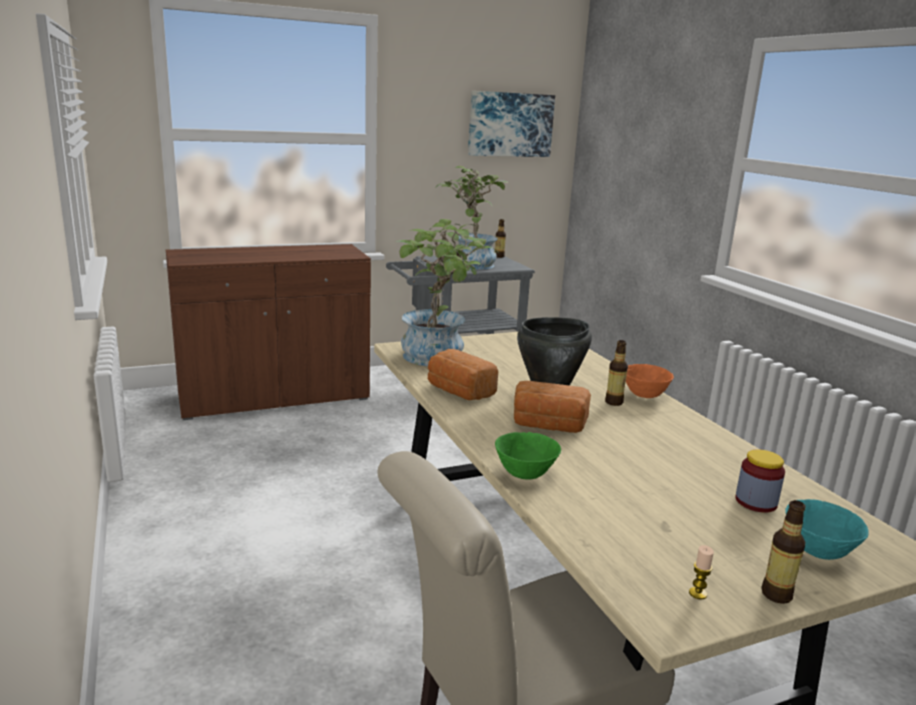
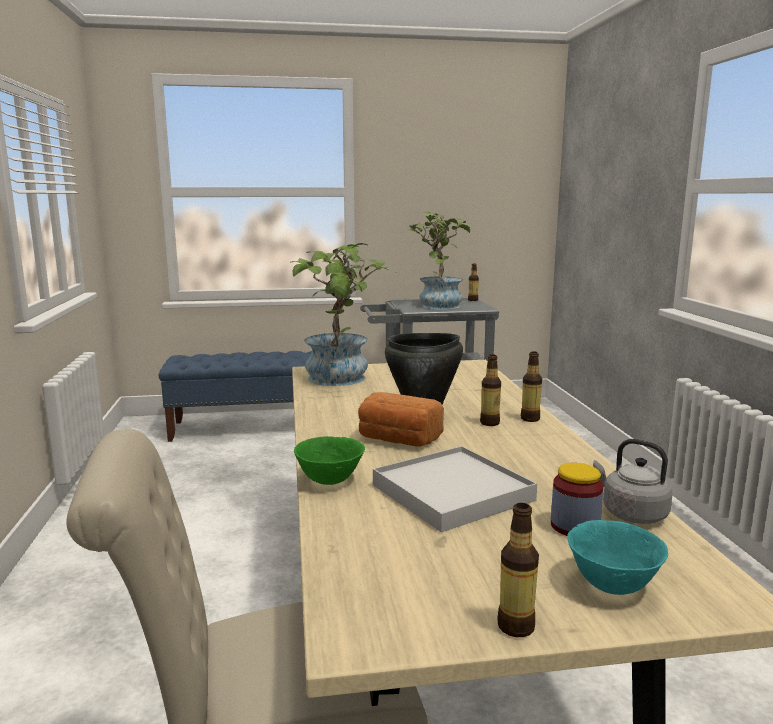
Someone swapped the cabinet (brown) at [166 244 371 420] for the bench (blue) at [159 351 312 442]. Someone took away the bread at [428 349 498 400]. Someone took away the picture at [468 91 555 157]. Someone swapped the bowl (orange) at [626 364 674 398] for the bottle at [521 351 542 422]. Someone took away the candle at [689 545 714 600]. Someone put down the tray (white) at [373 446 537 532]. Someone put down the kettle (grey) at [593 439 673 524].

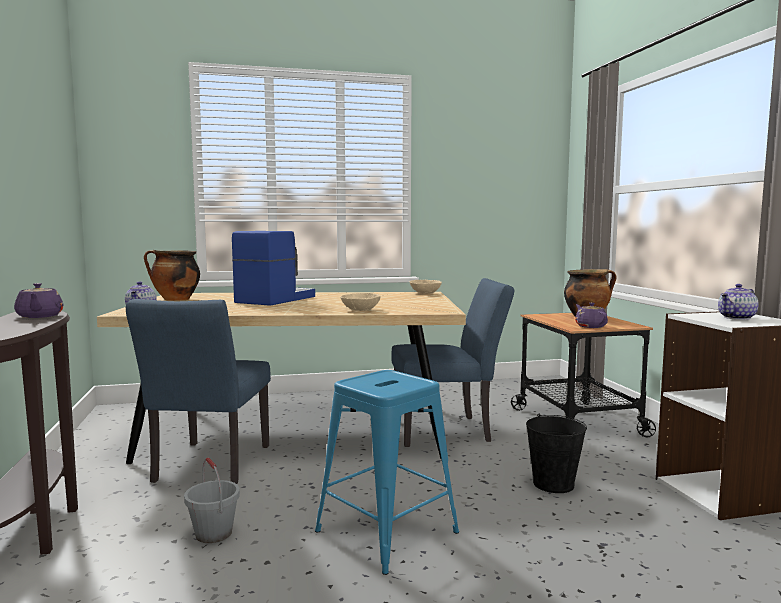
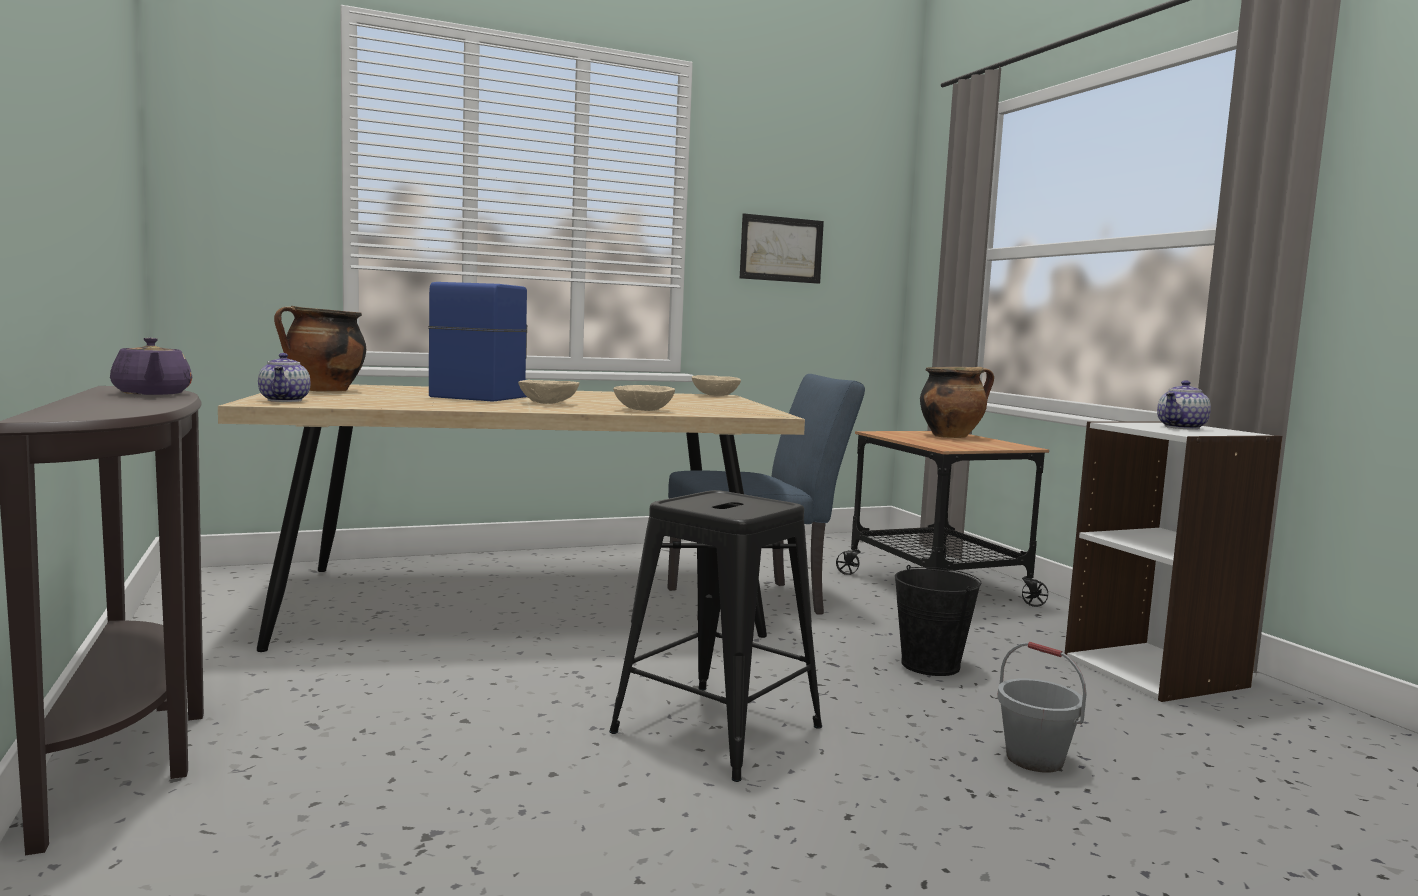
Someone took away the chair (blue) at [126 299 271 484]. Someone carried the bucket (grey) from [184 457 240 543] to [997 642 1087 773]. Someone repainted the stool (blue) at [315 370 459 575], which became the stool (black) at [609 490 822 782]. Someone took away the teapot (purple) at [575 303 608 328]. Someone put down the bowl (beige) at [518 380 579 404]. Someone put up the picture at [740 213 824 284].

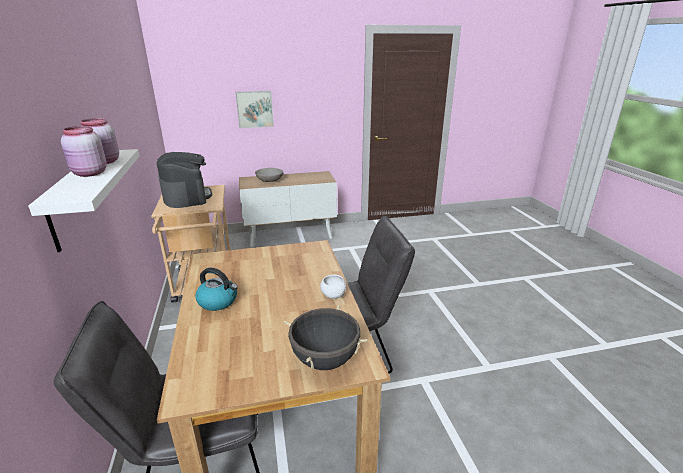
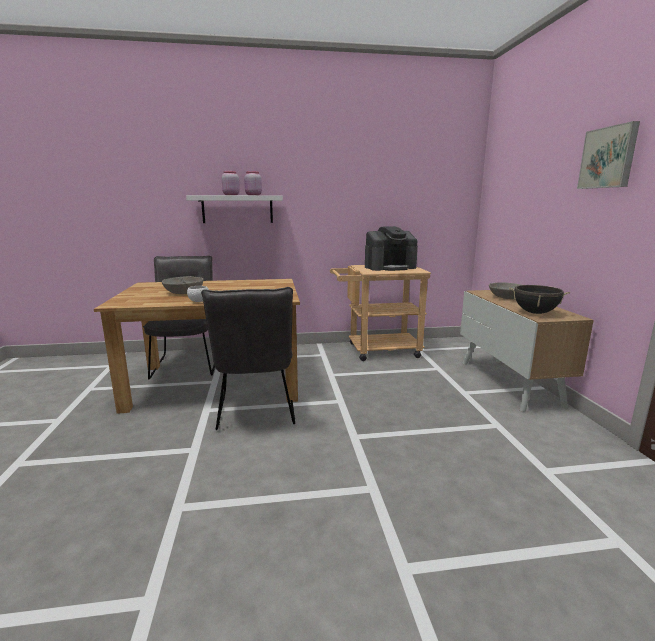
Someone took away the kettle at [195 268 238 311]. Someone carried the picture from [235 91 274 128] to [577 121 640 189]. Someone carried the cooking pot (black) from [284 305 368 370] to [509 285 570 314]. Someone put down the bowl (grey) at [162 276 203 294].

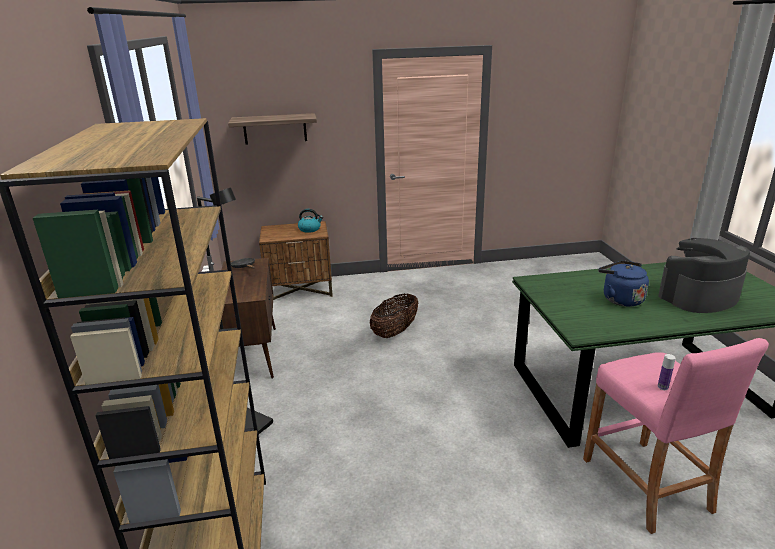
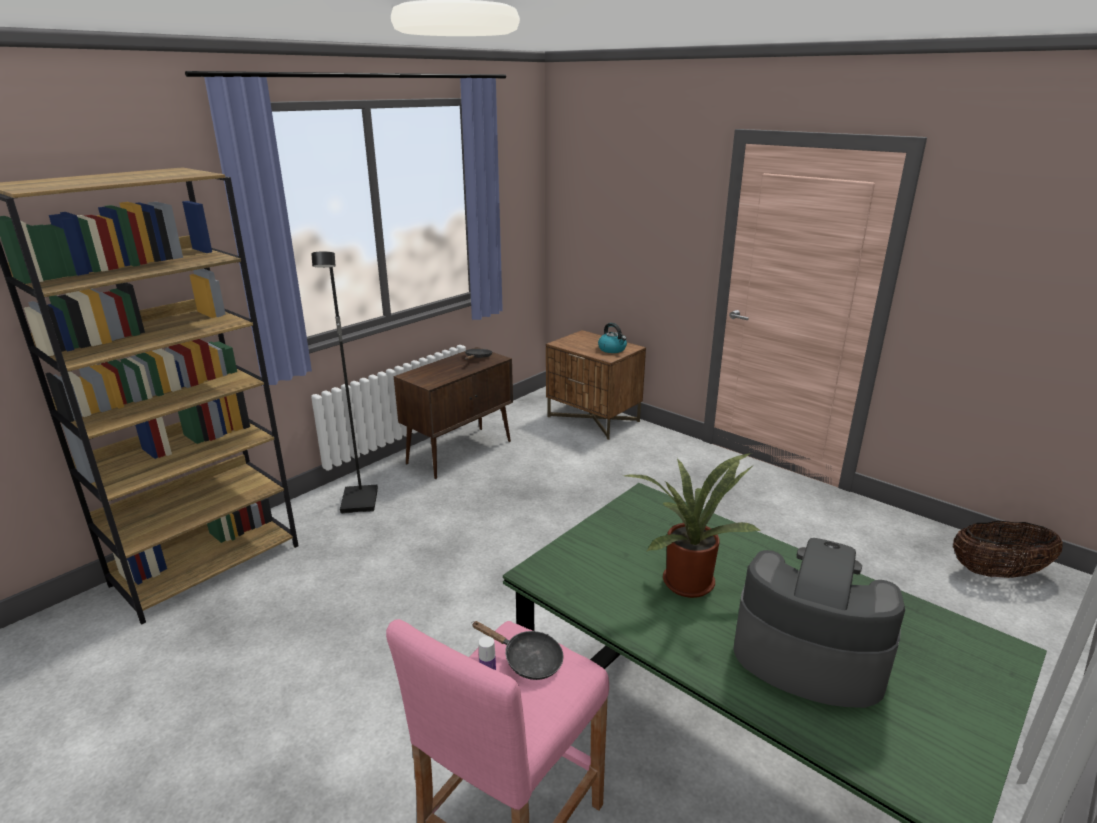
Someone took away the shelf at [228 113 317 145]. Someone carried the basket from [370 293 418 338] to [953 521 1063 578]. Someone swapped the kettle (blue) at [598 261 649 307] for the potted plant at [625 453 762 598]. Someone put down the frying pan (black) at [472 621 564 680].

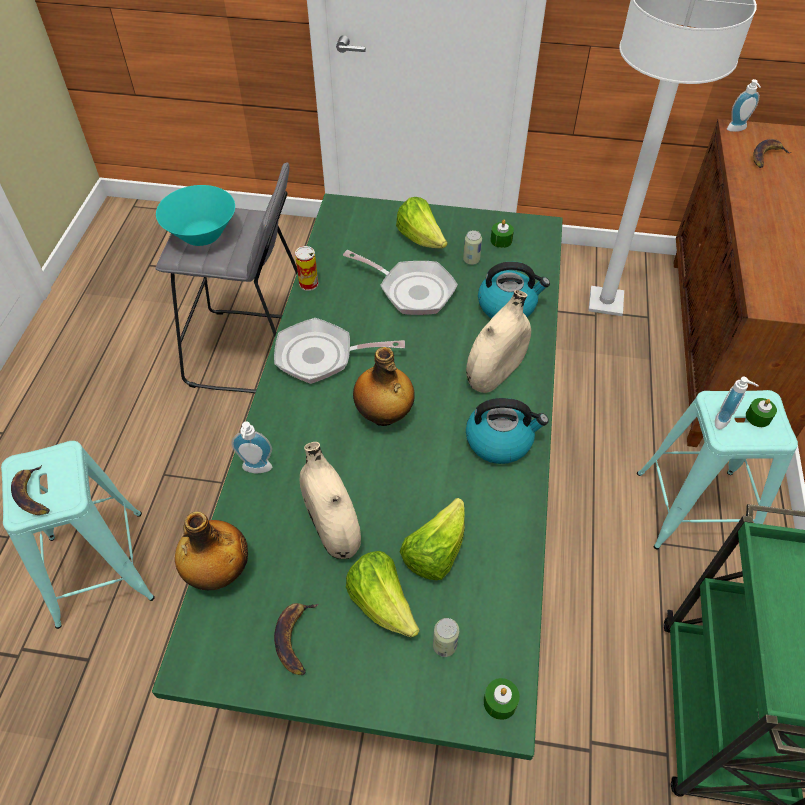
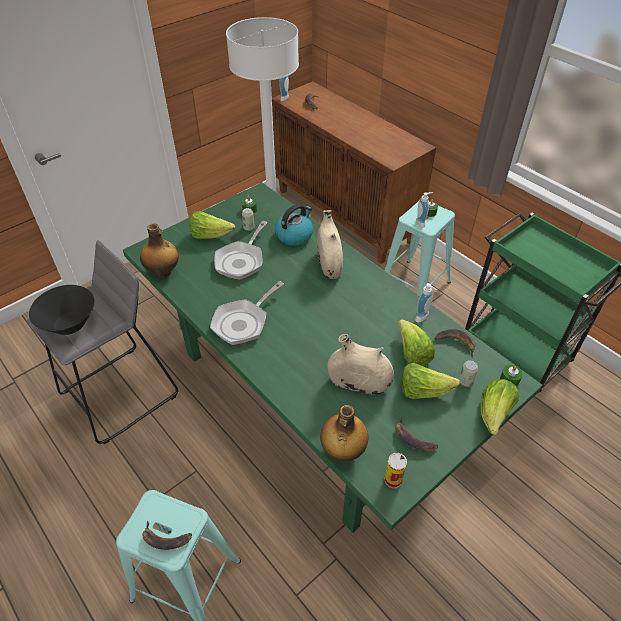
Someone repainted the bowl (turquoise) at [156 185 235 246], which became the bowl (black) at [29 285 95 335]. Someone carried the soap dispenser from [231 421 272 474] to [415 283 437 323]. Someone carried the can from [295 246 318 291] to [384 453 407 488]. Someone rotated the frying pan at [343 250 458 315] by 135 degrees clockwise. Someone carried the bottle from [353 347 415 426] to [140 224 179 278]. Someone took away the kettle at [466 398 549 464]. Someone put down the banana at [434 329 476 359]. Someone put down the lettuce at [481 379 519 435].

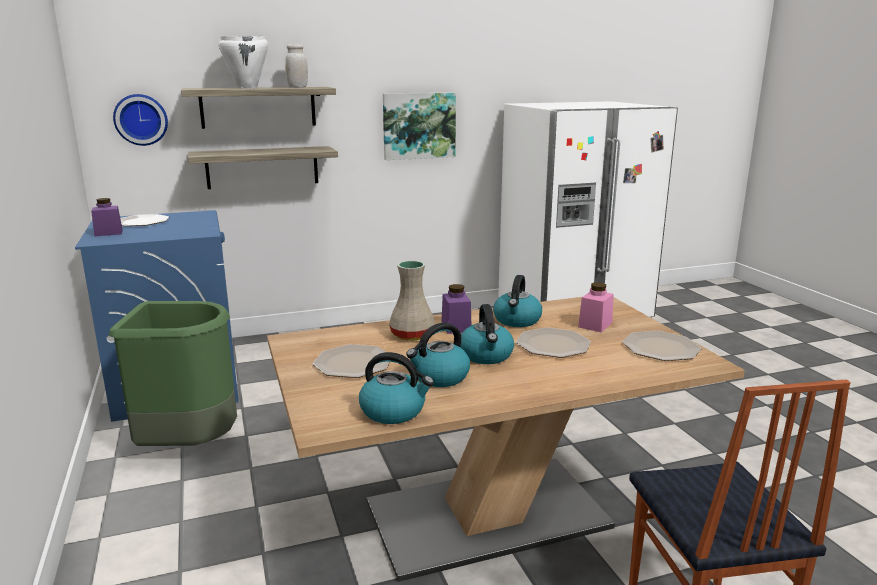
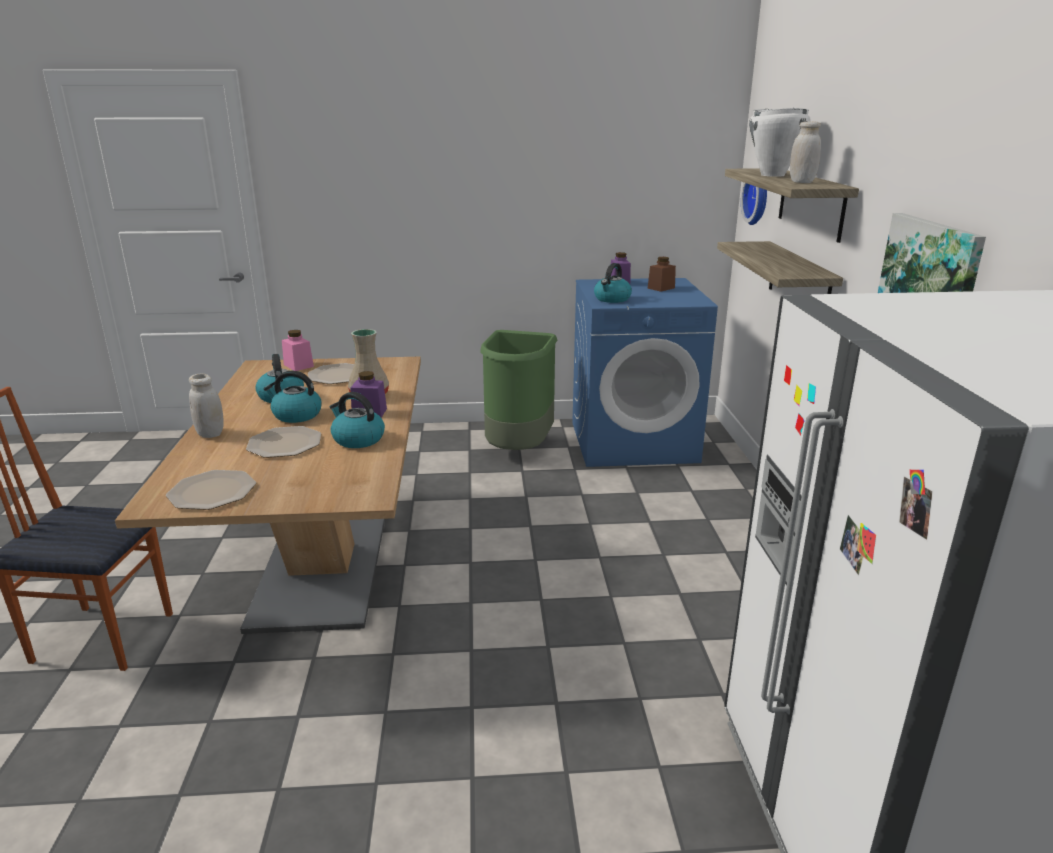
Someone swapped the plate at [120 214 169 226] for the jar (brown) at [648 257 676 292]. Someone carried the kettle from [359 352 434 424] to [594 263 632 303]. Someone carried the jar (pink) from [578 282 614 332] to [282 330 314 371]. Someone put down the jar (white) at [189 374 224 438].

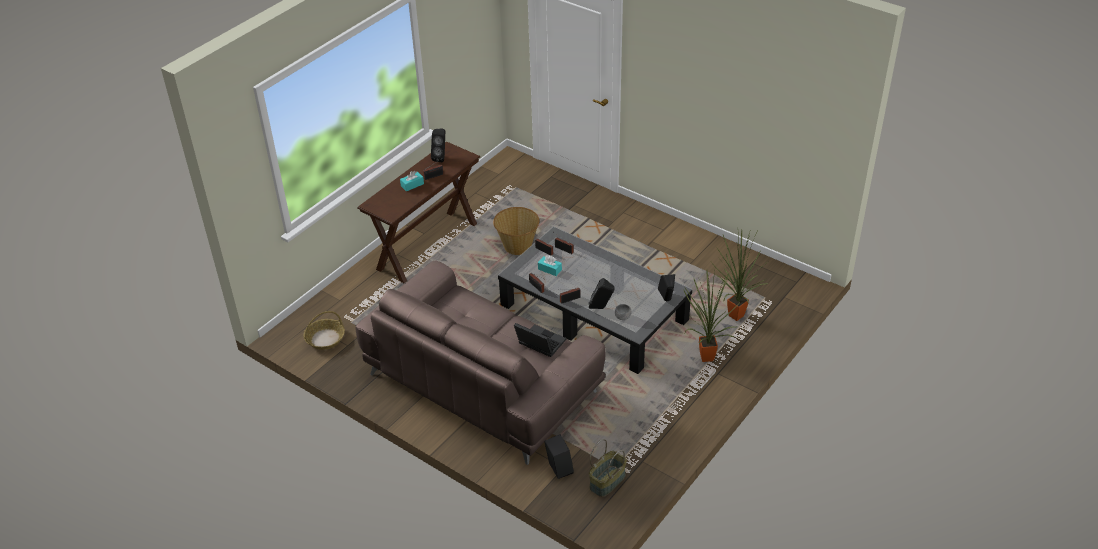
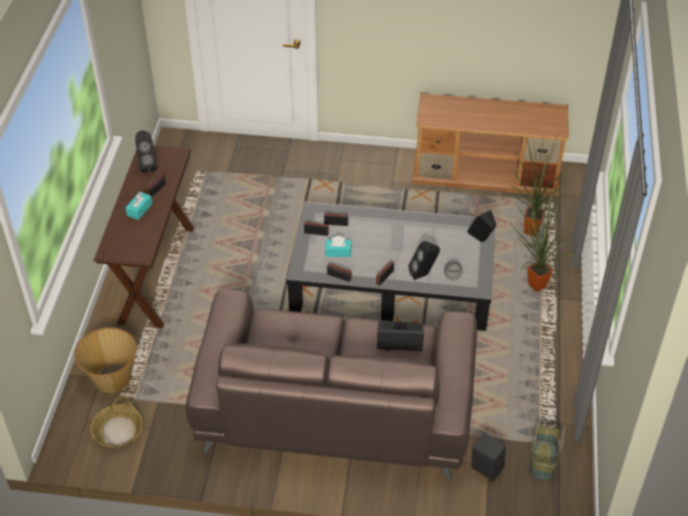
Someone carried the basket from [493 207 539 255] to [74 327 137 393]. Someone put down the tv stand (brown) at [412 93 568 197].

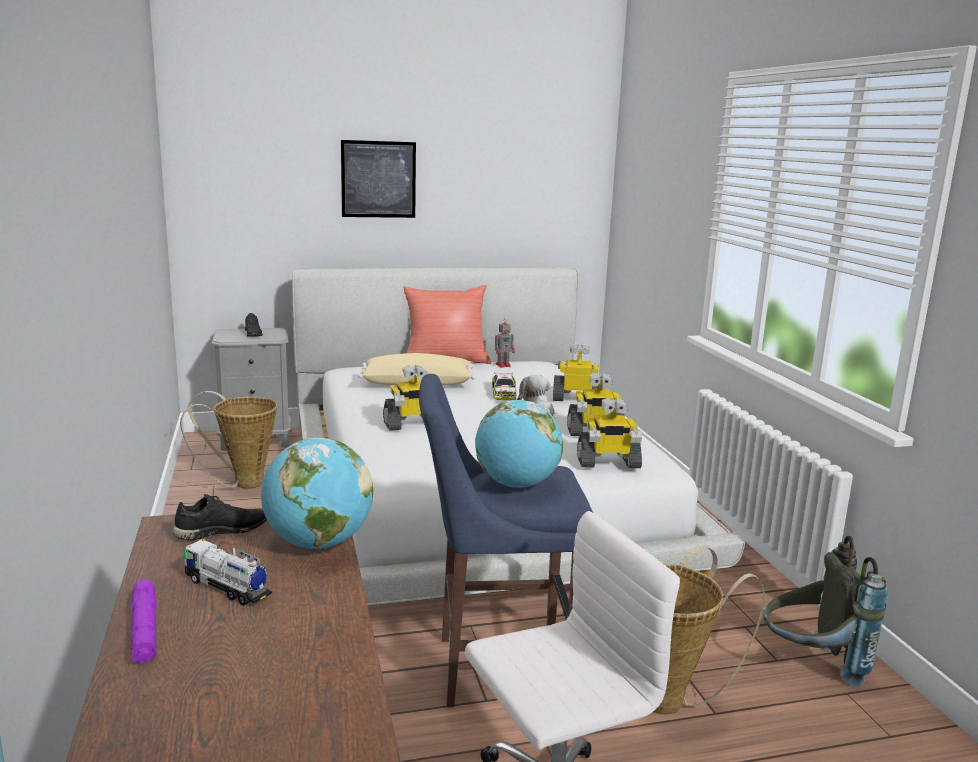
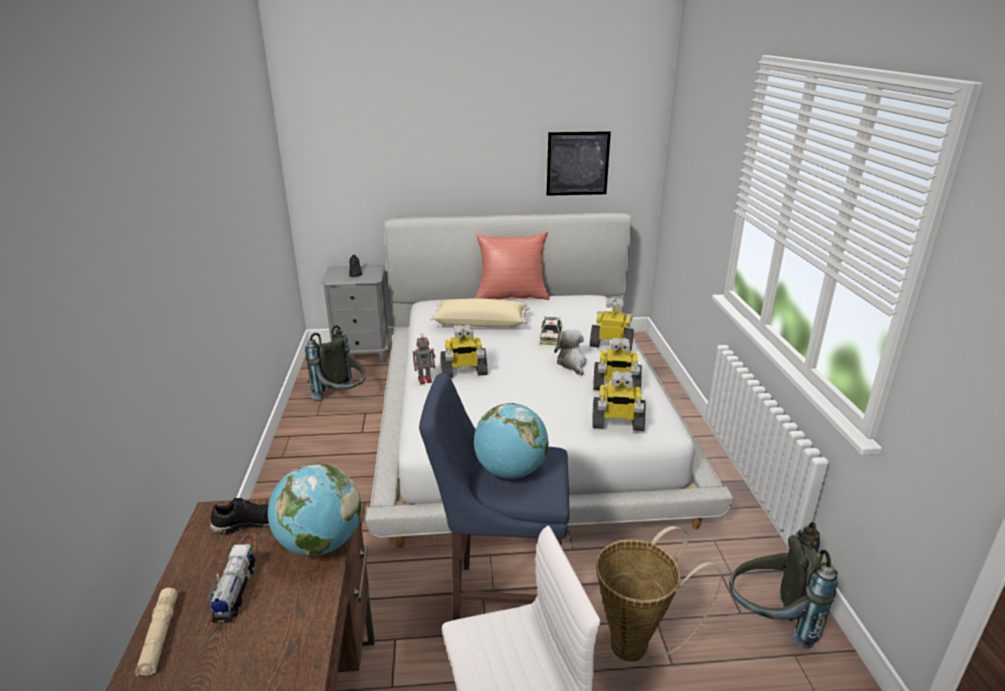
Someone repainted the flashlight (purple) at [131 580 157 663], which became the flashlight (beige) at [135 588 178 677]. Someone swapped the basket at [180 391 278 489] for the backpack (grey) at [305 325 366 400]. Someone rotated the toy truck at [183 539 272 606] by 45 degrees clockwise. Someone carried the picture from [341 140 416 218] to [547 131 611 196]. Someone carried the toy robot from [495 318 515 368] to [413 333 435 384].

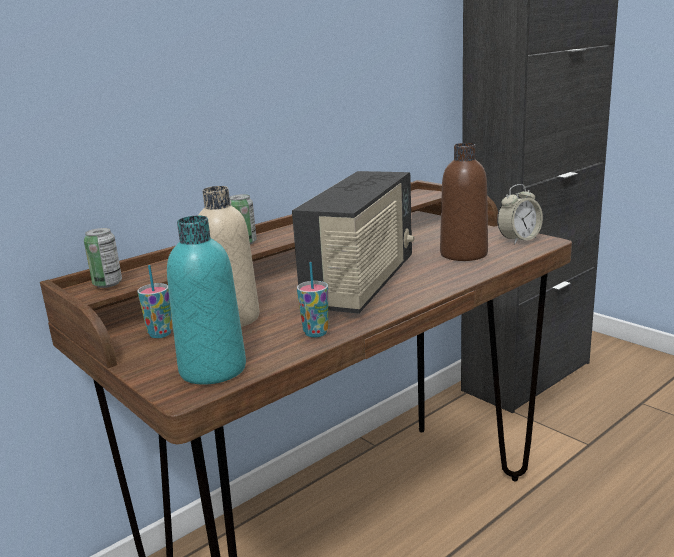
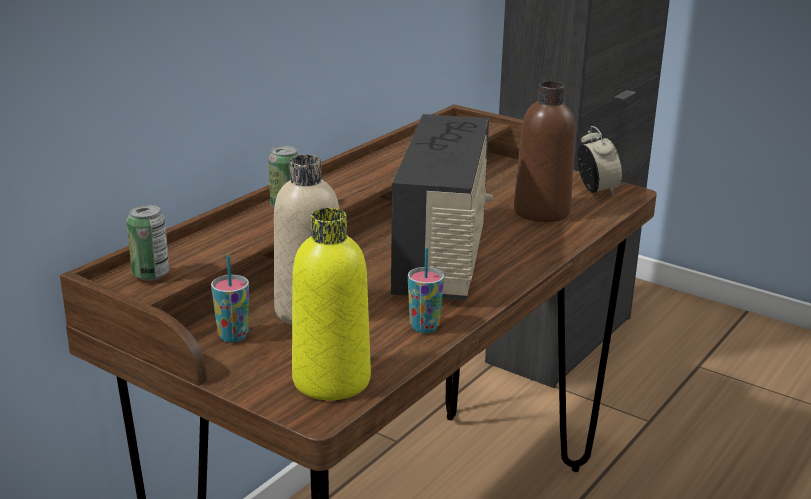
Someone repainted the bottle (turquoise) at [167 216 246 385], which became the bottle (yellow) at [292 208 371 400]. Someone rotated the alarm clock at [497 184 543 244] by 60 degrees counterclockwise.

